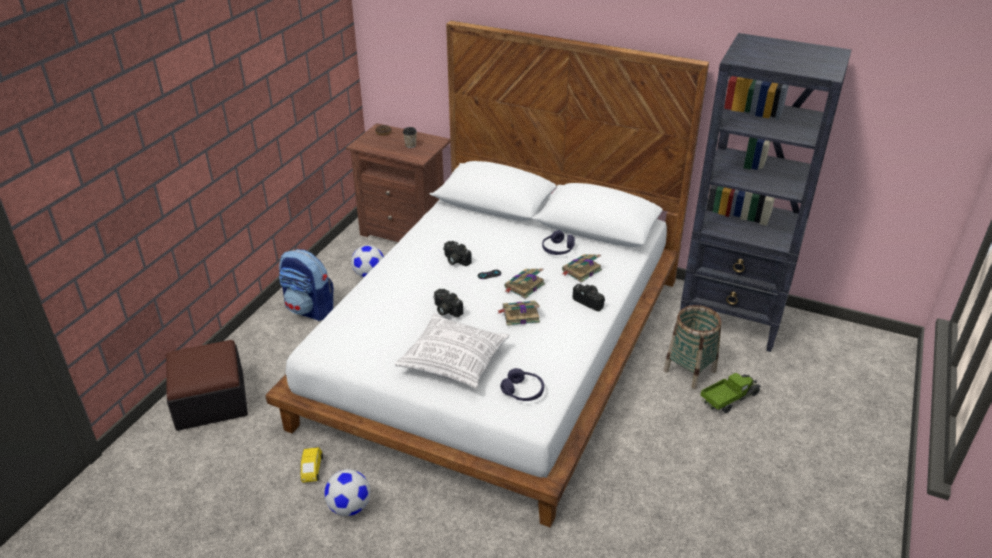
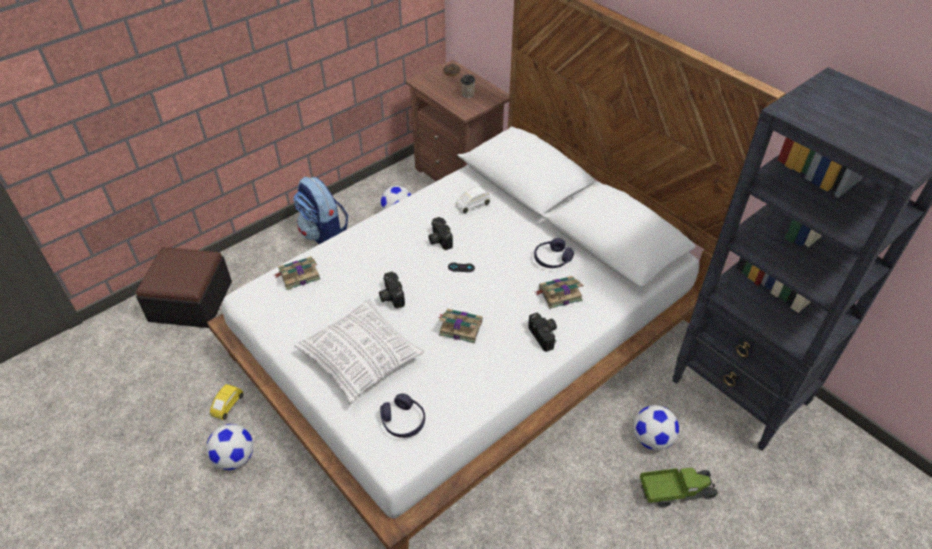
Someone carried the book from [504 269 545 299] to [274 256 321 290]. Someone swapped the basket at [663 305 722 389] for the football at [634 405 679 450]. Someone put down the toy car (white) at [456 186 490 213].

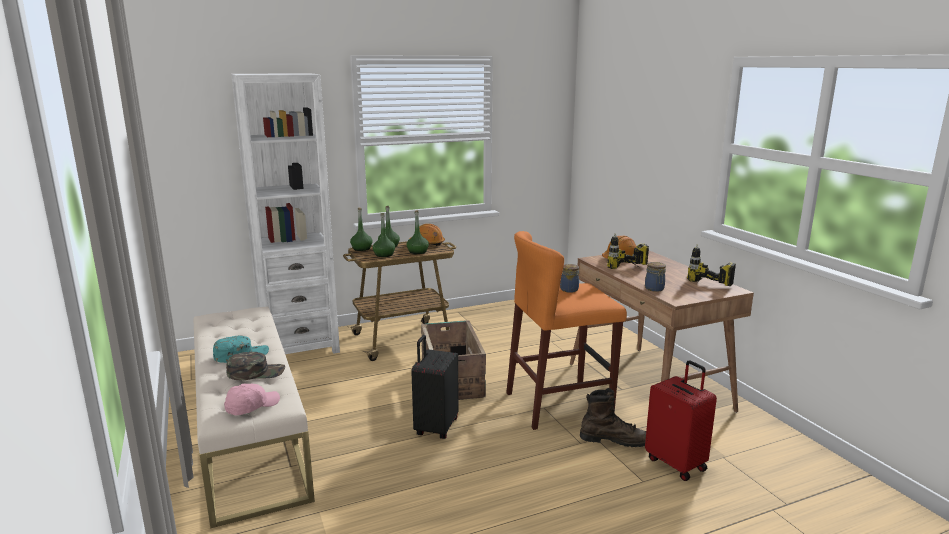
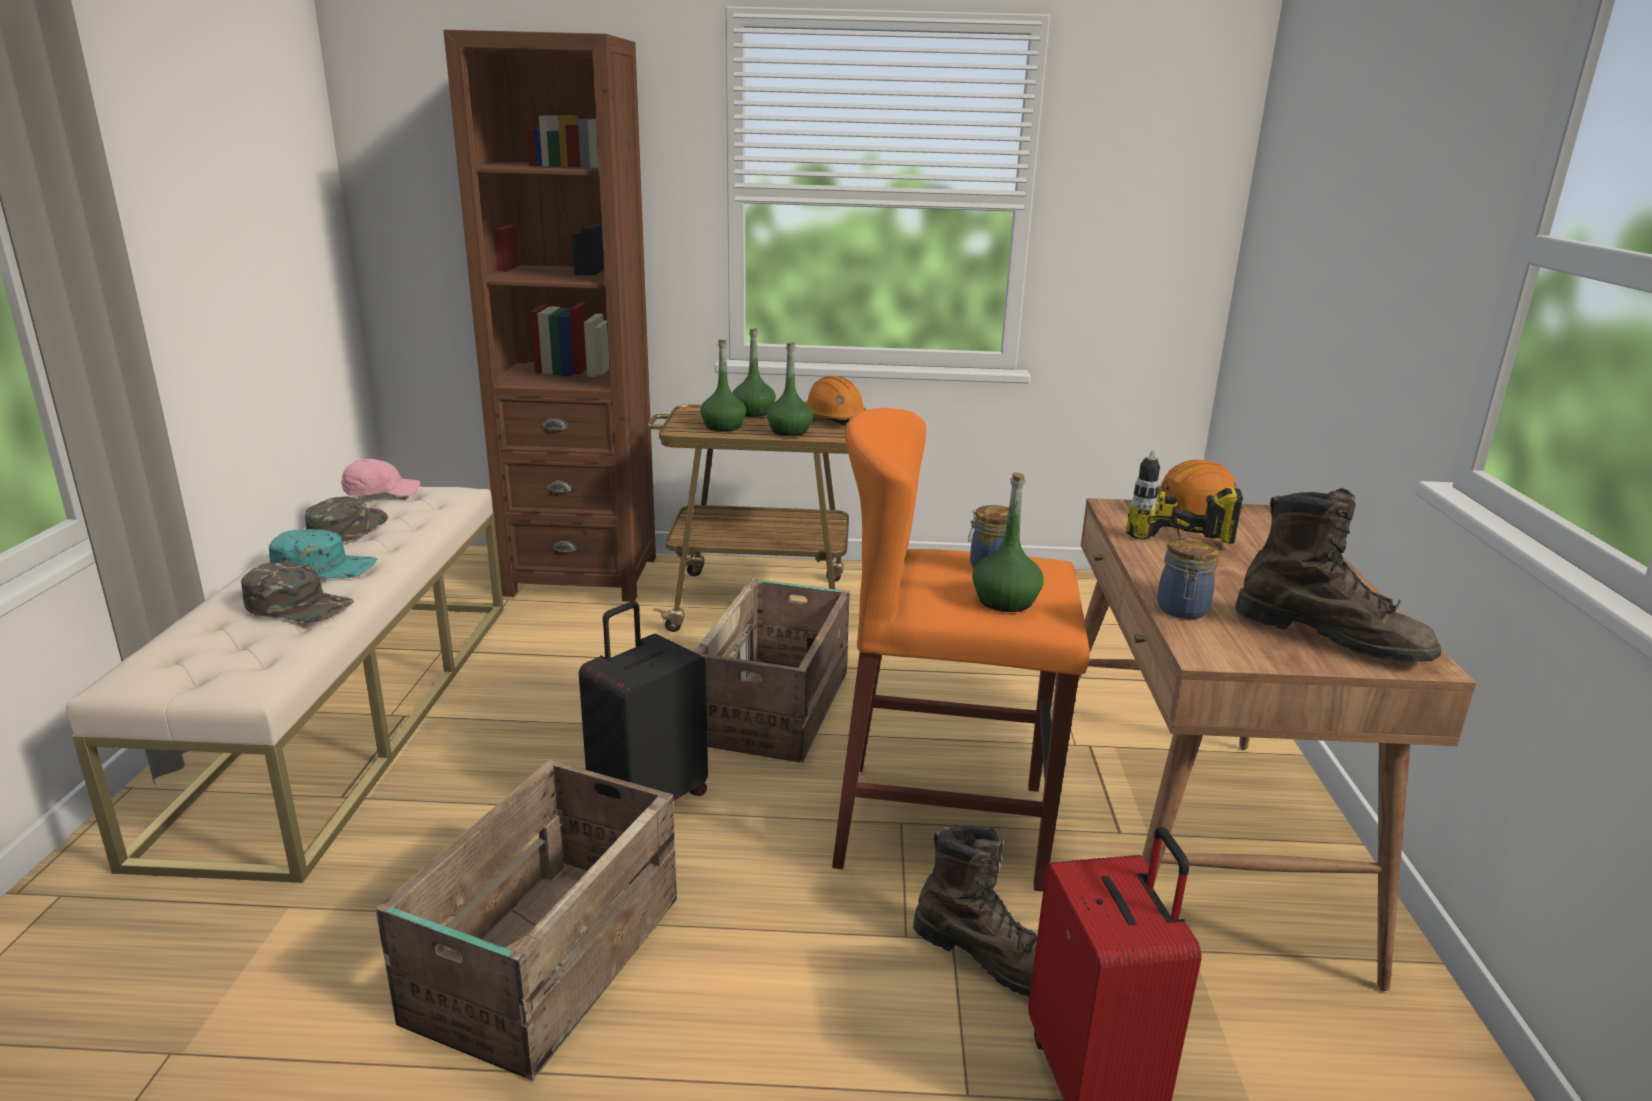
Someone carried the cap (pink) from [224 384 280 415] to [341 459 420 496]. Someone repainted the bookcase (white) at [231 73 340 354], which became the bookcase (brown) at [444 30 656 602]. Someone carried the bottle (green) from [350 207 373 251] to [972 472 1044 612]. Someone swapped the power drill at [687 244 736 286] for the boot (brown) at [1235 488 1441 662]. Someone put down the cap (green) at [305 496 388 542]. Someone put down the crate at [376 760 677 1081].

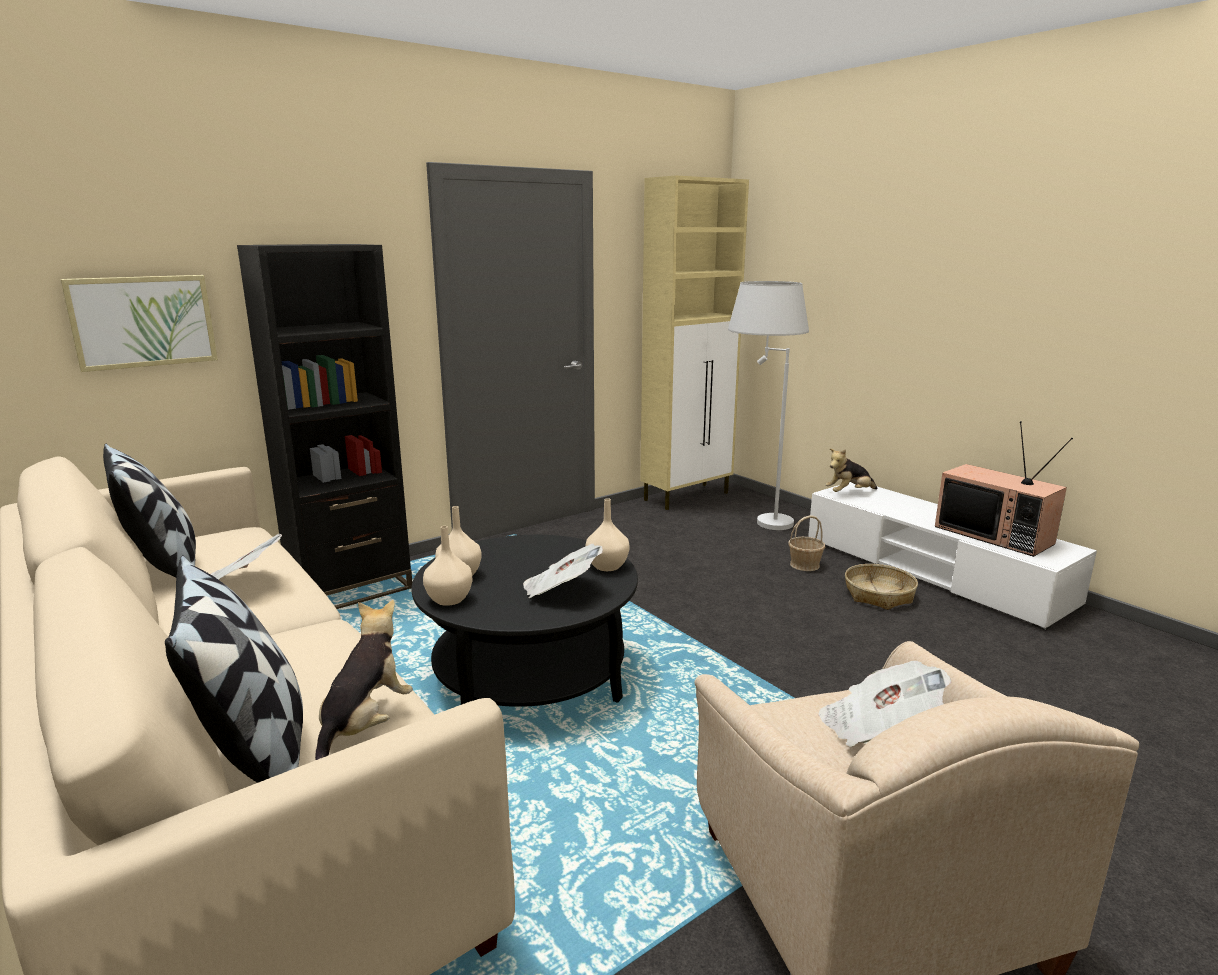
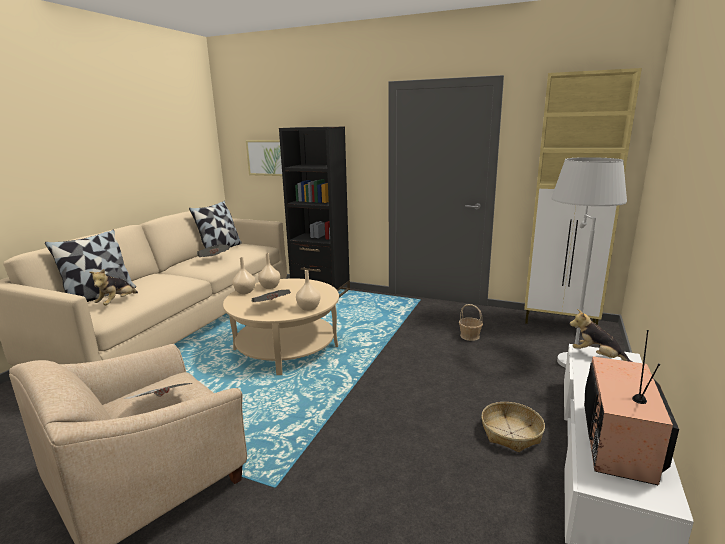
Someone rotated the plush toy at [315 600 413 760] by 120 degrees clockwise. Someone repainted the coffee table (black) at [411 535 638 707], which became the coffee table (beige) at [223 279 339 375]. Someone carried the basket from [788 515 825 571] to [459 304 483 341].

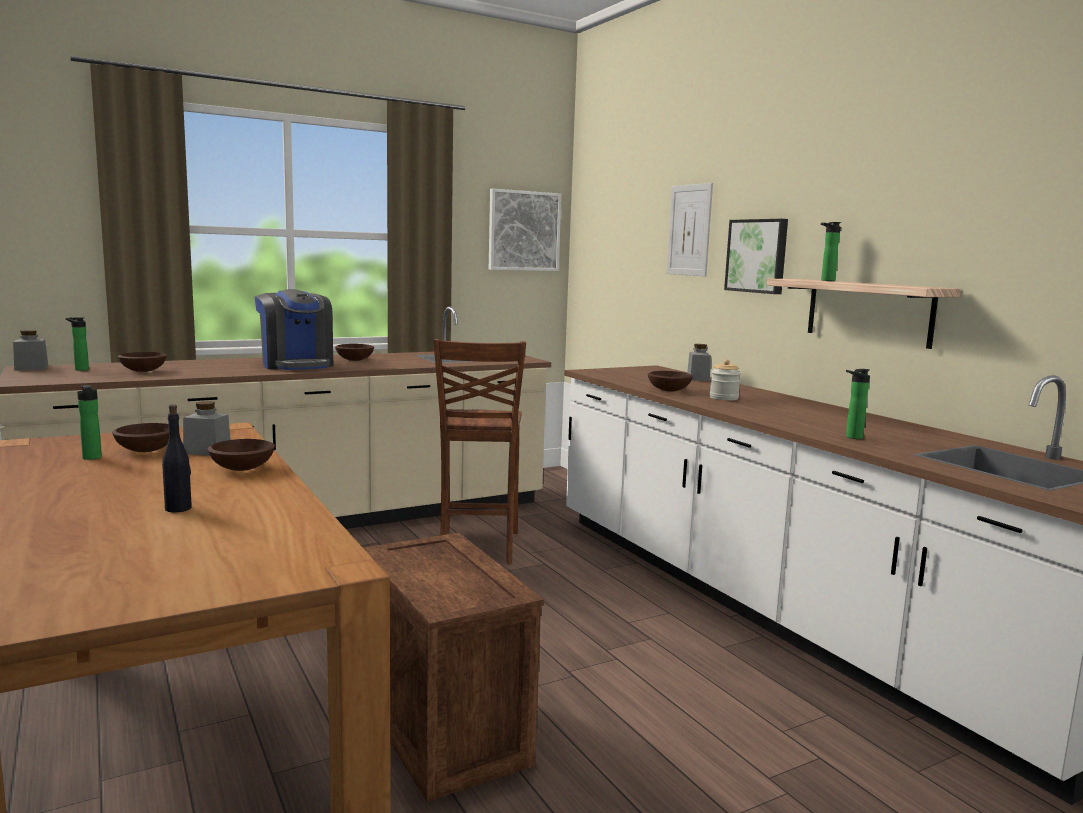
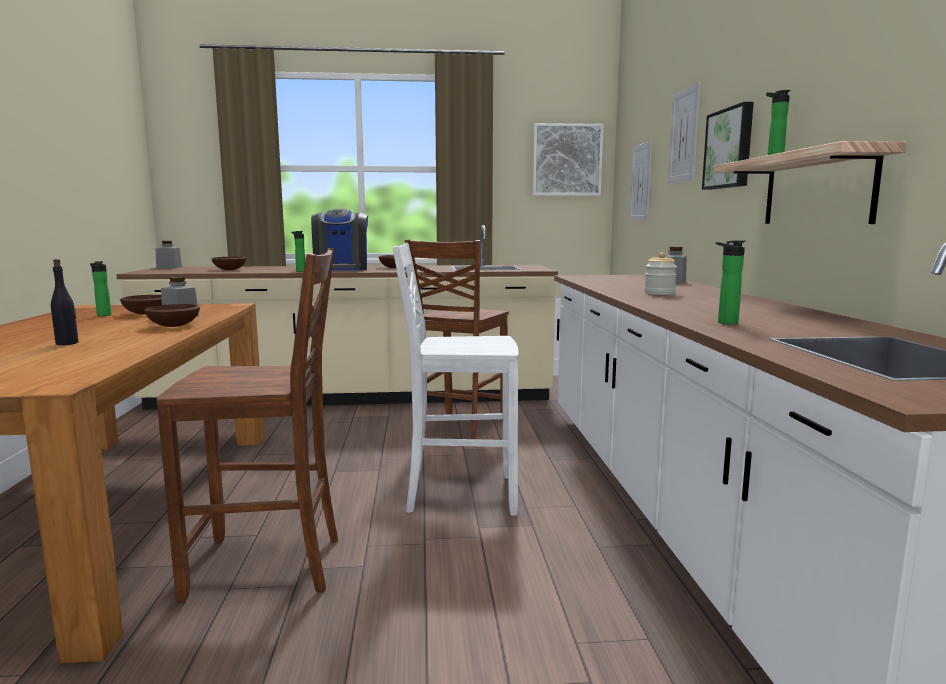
Someone carried the bottle from [66 317 89 371] to [291 231 305 272]. Someone swapped the crate at [363 533 544 802] for the chair (brown) at [156 248 338 603]. Someone took away the bowl (brown) at [648 371 693 391]. Someone put down the chair (white) at [392 243 519 516]. Someone put up the picture at [629 141 652 221].

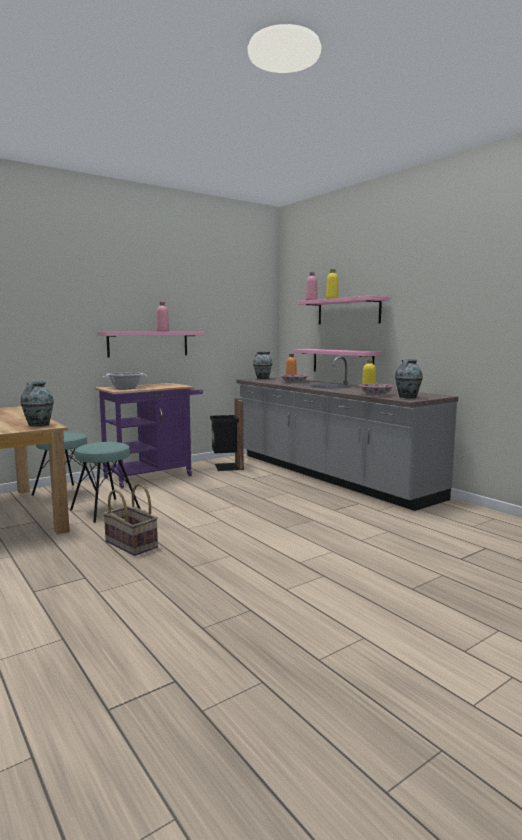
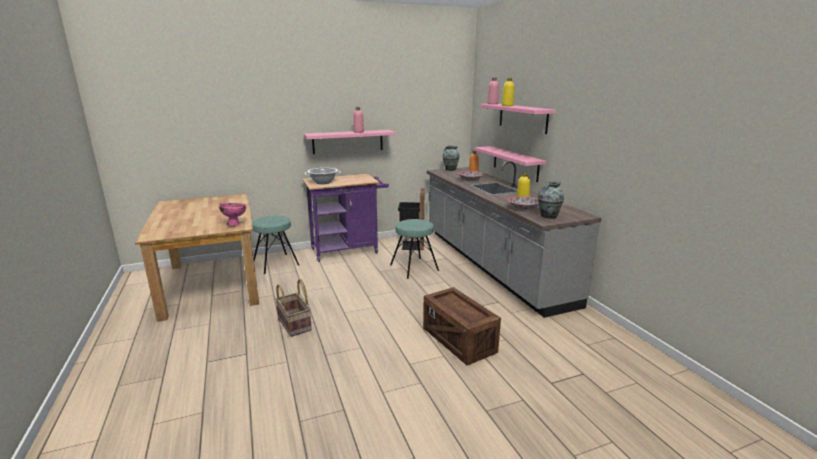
Someone swapped the vase at [21 381 54 427] for the bowl (pink) at [219 202 246 226]. Someone carried the stool (turquoise) from [70 442 141 523] to [390 219 439 279]. Someone put down the crate at [423 287 501 365].

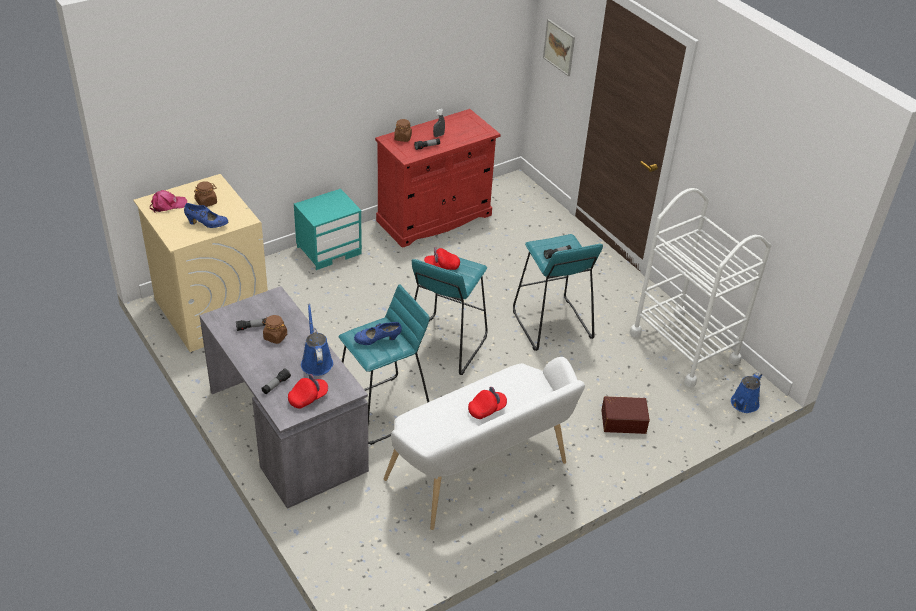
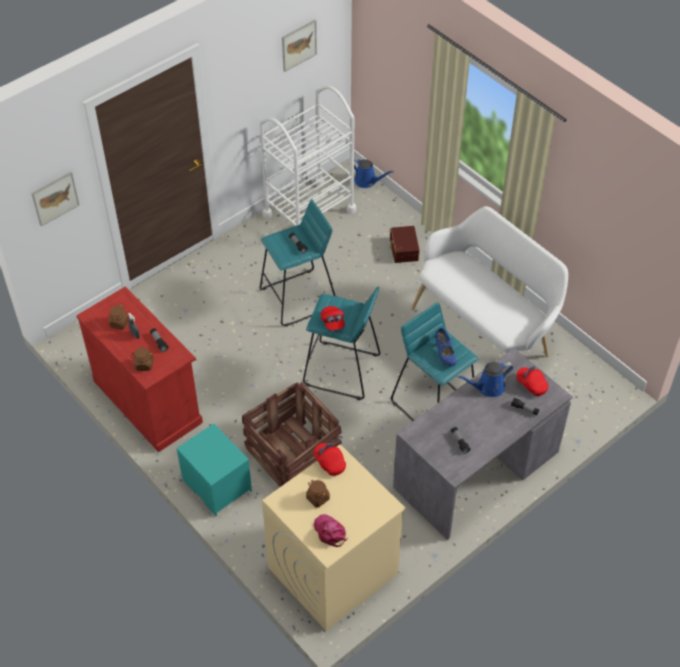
Someone took away the shoe (blue) at [184 203 228 228]. Someone carried the jar (brown) from [262 315 287 344] to [109 304 129 330]. Someone carried the cap (red) from [468 387 507 419] to [313 443 346 476]. Someone put down the crate at [242 382 342 487]. Someone put up the picture at [282 20 317 72].

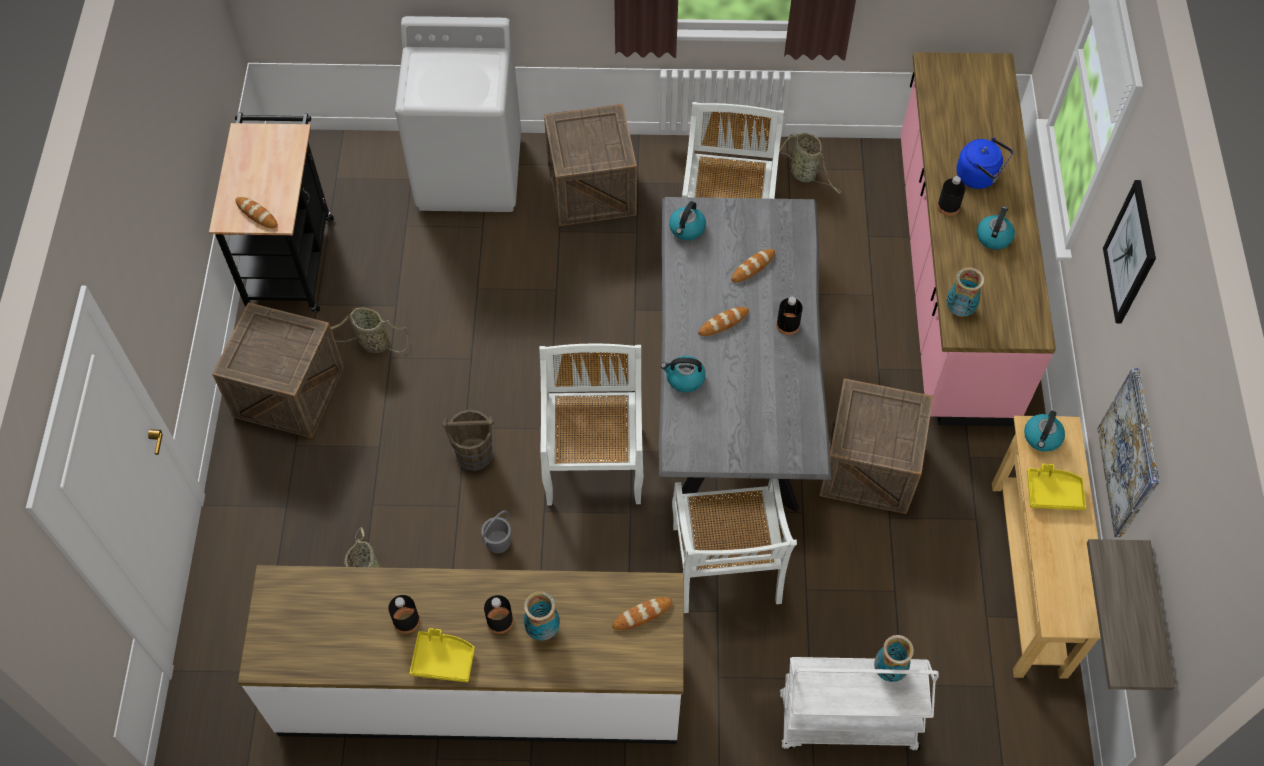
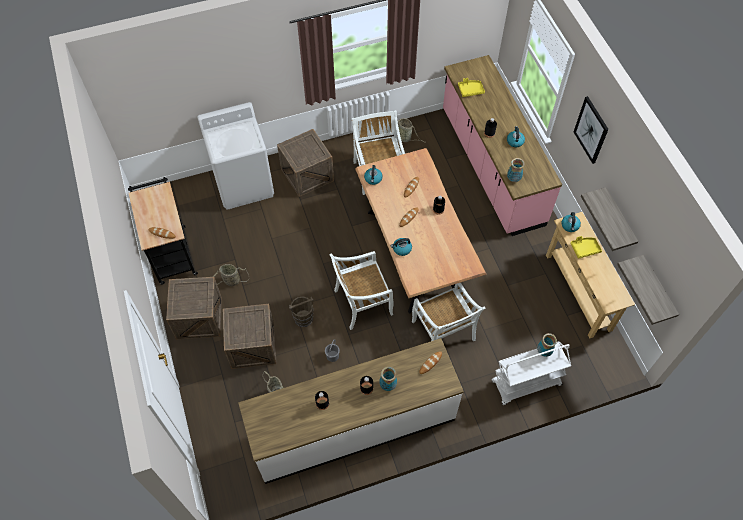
Someone carried the tray (yellow) from [410 628 475 682] to [458 78 485 97]. Someone rotated the chair (white) at [539 344 643 505] by 90 degrees counterclockwise. Someone repainted the dining table (grey) at [659 197 831 512], which became the dining table (brown) at [355 148 486 313]. Someone carried the crate from [819 378 933 514] to [223 304 277 369]. Someone took away the kettle (blue) at [956 137 1013 189]. Someone swapped the picture at [1097 368 1160 537] for the shelf at [581 187 638 251].

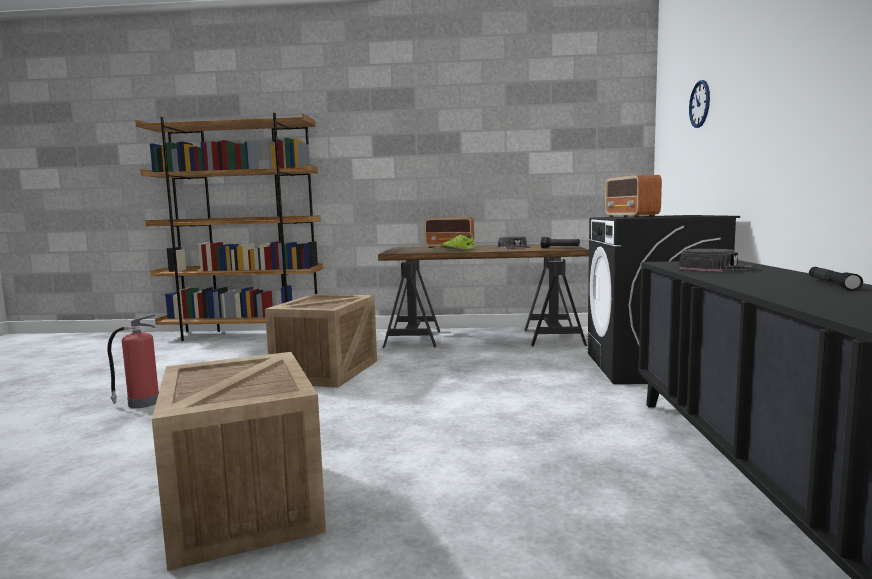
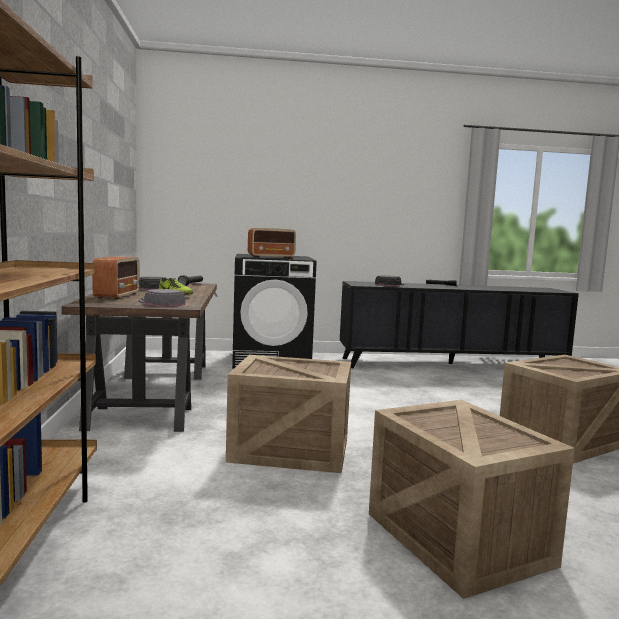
Someone swapped the fire extinguisher at [107 314 159 408] for the crate at [369 400 575 599]. Someone took away the wall clock at [689 80 710 128]. Someone put down the cap (grey) at [138 289 185 307].

